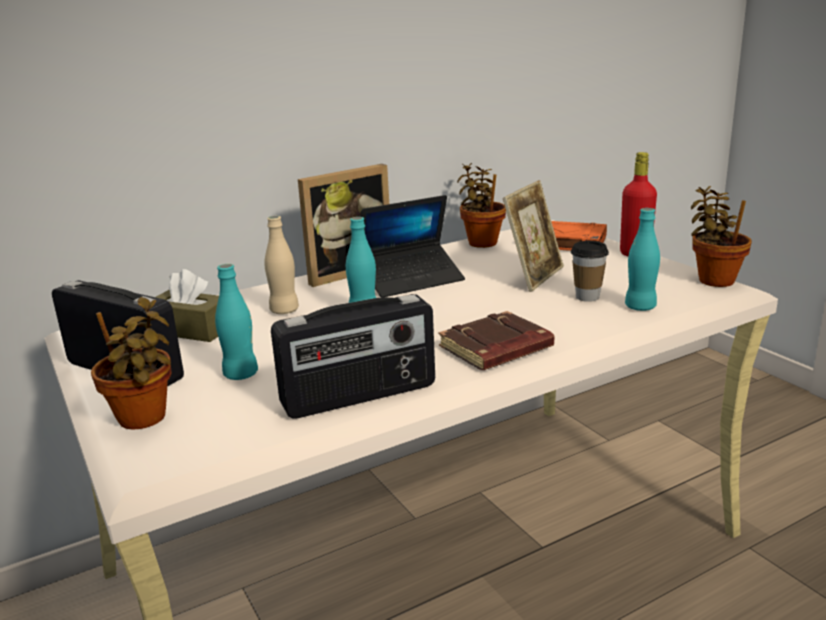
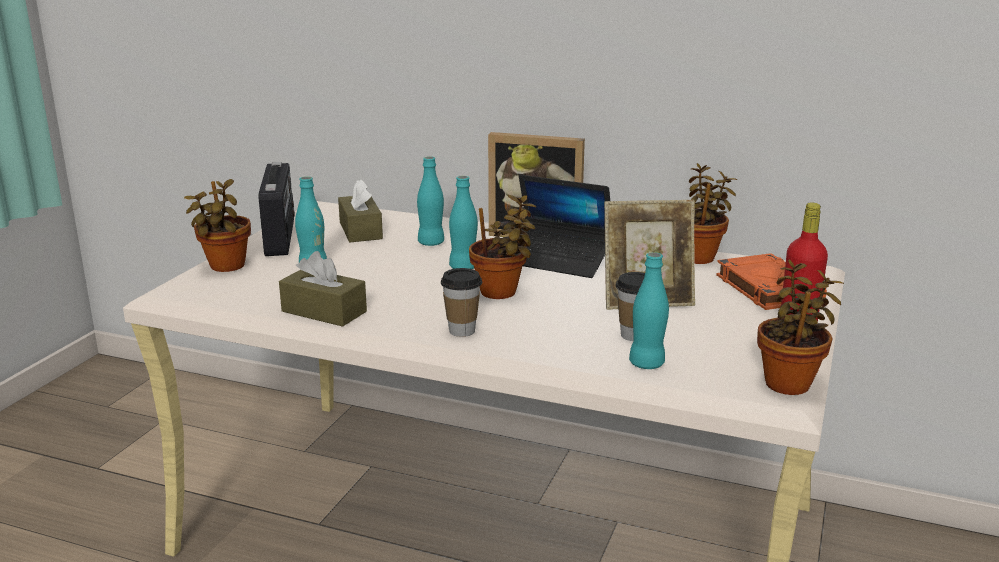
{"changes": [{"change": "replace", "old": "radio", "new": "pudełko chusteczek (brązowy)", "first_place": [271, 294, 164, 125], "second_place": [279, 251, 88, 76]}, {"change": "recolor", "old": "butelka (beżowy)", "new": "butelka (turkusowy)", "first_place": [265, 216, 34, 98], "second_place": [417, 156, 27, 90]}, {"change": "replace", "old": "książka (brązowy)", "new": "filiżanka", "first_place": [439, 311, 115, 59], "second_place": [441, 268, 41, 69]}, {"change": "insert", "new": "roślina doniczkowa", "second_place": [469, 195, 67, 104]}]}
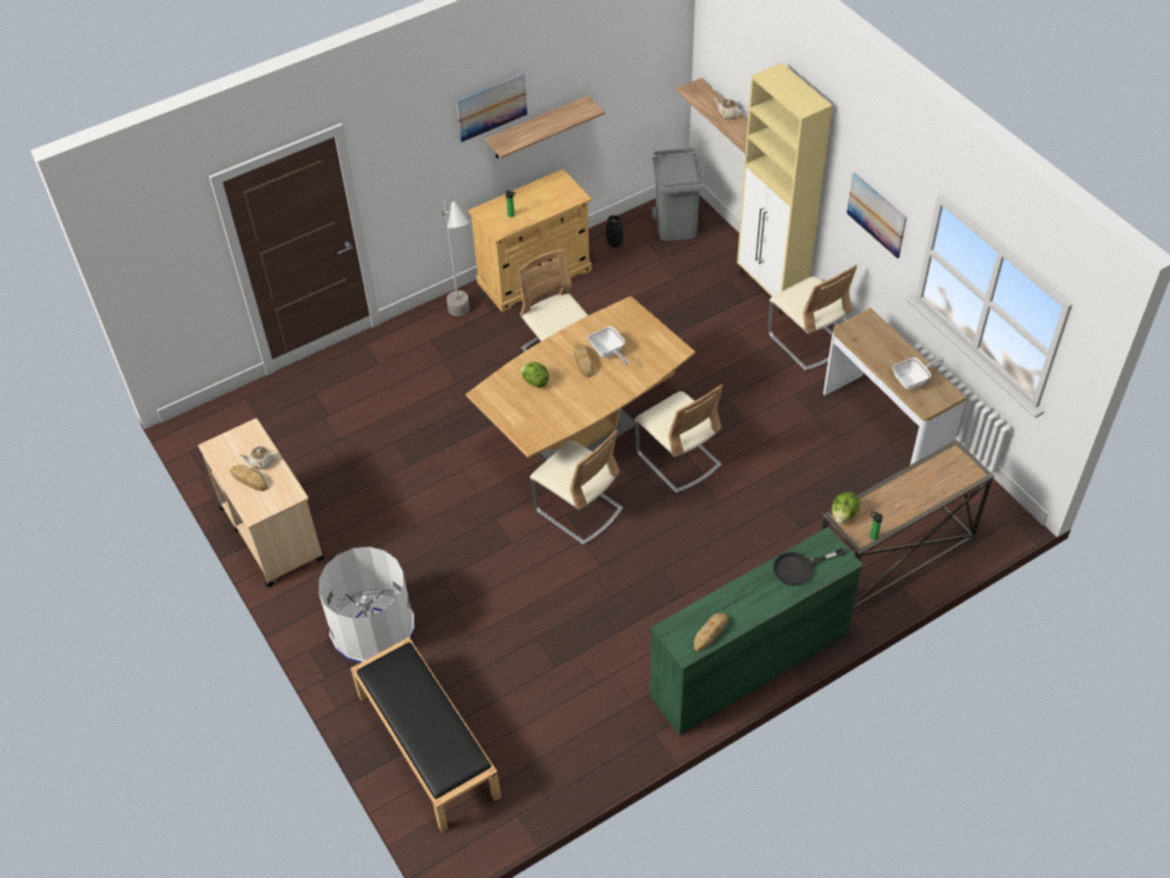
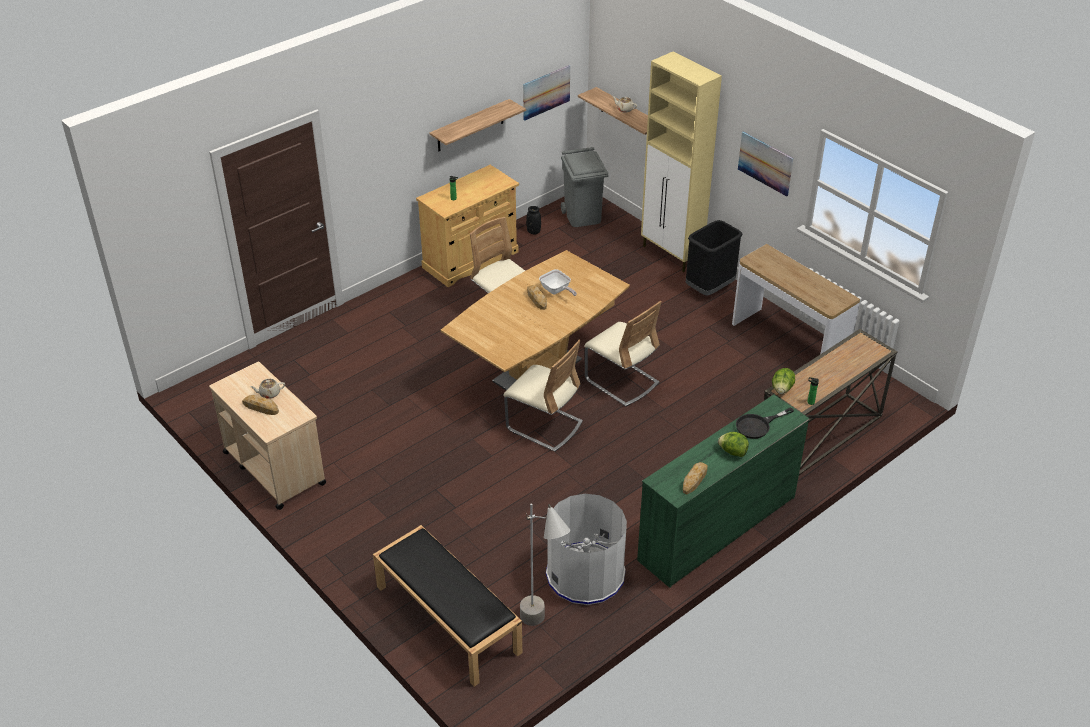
{"changes": [{"change": "move", "old": "lampa stojąca (szary)", "first_place": [441, 198, 30, 118], "second_place": [520, 503, 50, 123]}, {"change": "move", "old": "obraz", "first_place": [456, 73, 71, 69], "second_place": [523, 65, 47, 56]}, {"change": "move", "old": "kosz na śmieci (biały)", "first_place": [319, 547, 96, 116], "second_place": [546, 494, 81, 111]}, {"change": "replace", "old": "krzesło (beżowy)", "new": "kosz na śmieci (czarny)", "first_place": [768, 265, 89, 106], "second_place": [686, 220, 57, 75]}, {"change": "move", "old": "sałata", "first_place": [520, 362, 29, 26], "second_place": [718, 432, 31, 25]}, {"change": "delete", "old": "patelnia", "first_place": [892, 357, 52, 33]}]}
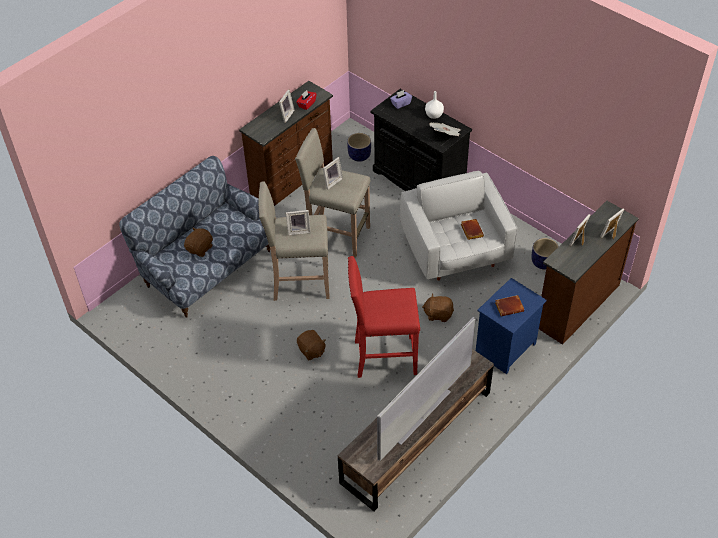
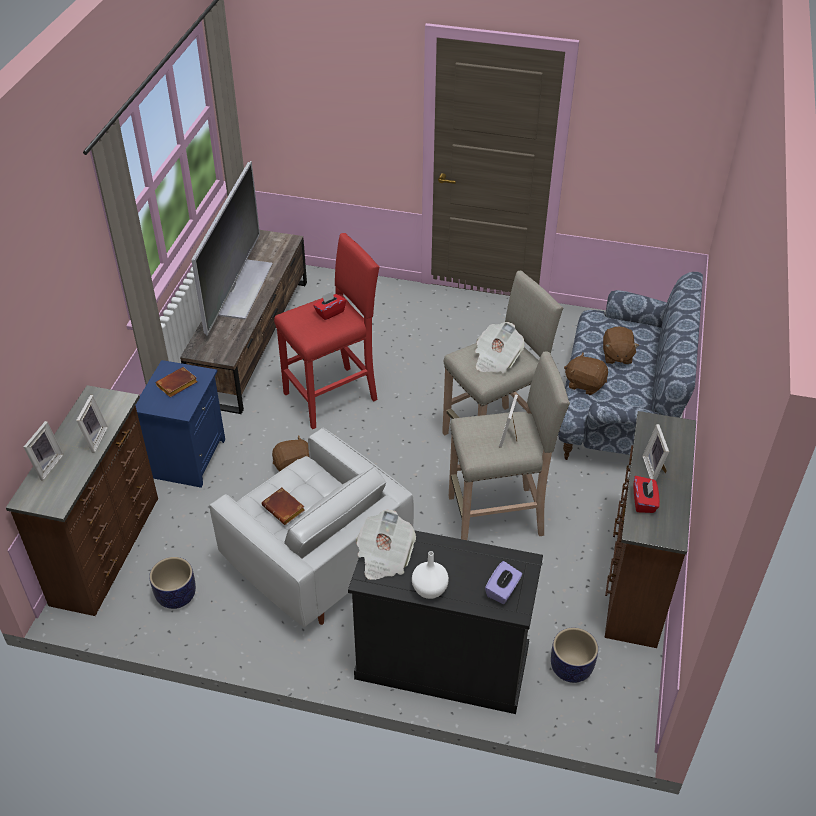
{"changes": [{"change": "insert", "new": "pudełko chusteczek (czerwony)", "second_place": [313, 291, 33, 29]}, {"change": "replace", "old": "ramka na zdjęcie", "new": "gazeta", "first_place": [286, 210, 25, 25], "second_place": [475, 322, 49, 51]}, {"change": "move", "old": "pluszak (brązowy)", "first_place": [297, 330, 29, 31], "second_place": [564, 352, 44, 43]}]}
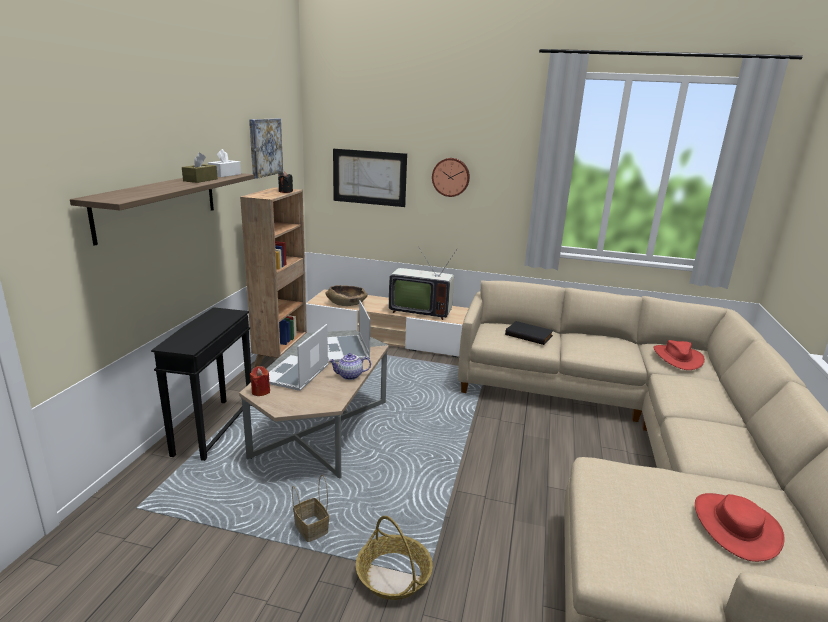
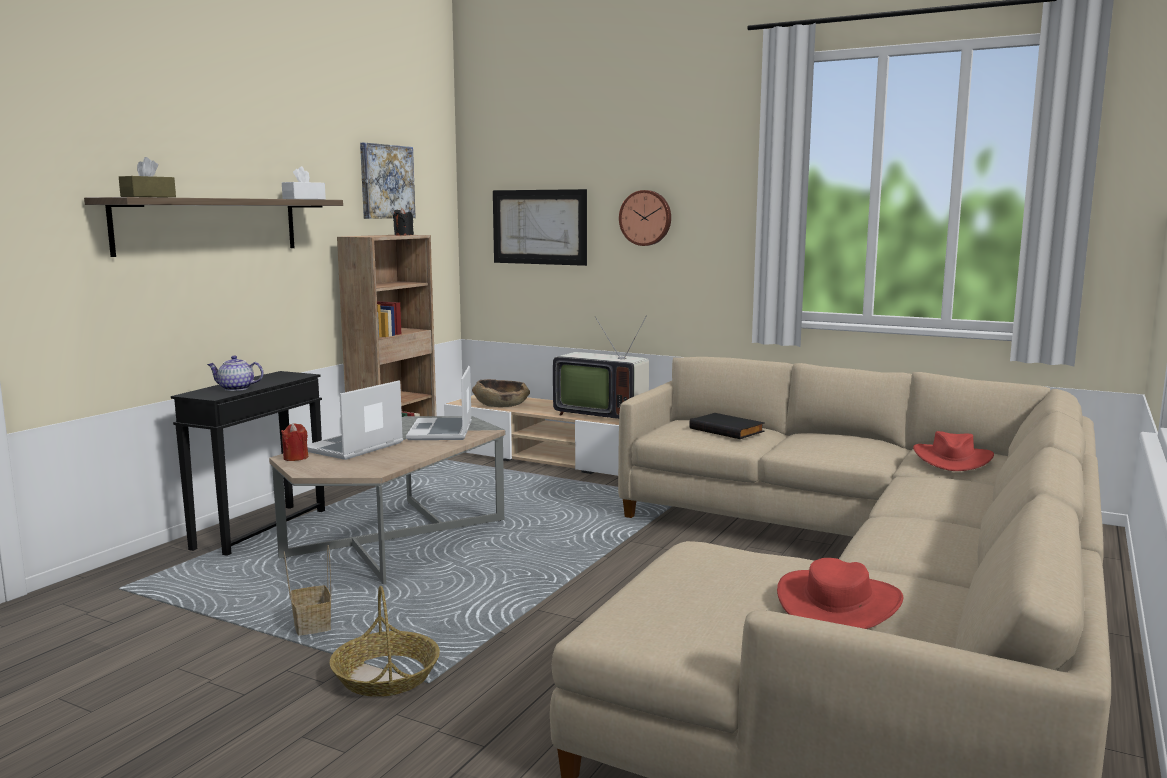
{"changes": [{"change": "move", "old": "pudełko chusteczek (brązowy)", "first_place": [182, 152, 36, 31], "second_place": [119, 157, 57, 40]}, {"change": "move", "old": "imbryk", "first_place": [329, 353, 42, 27], "second_place": [207, 356, 56, 35]}]}
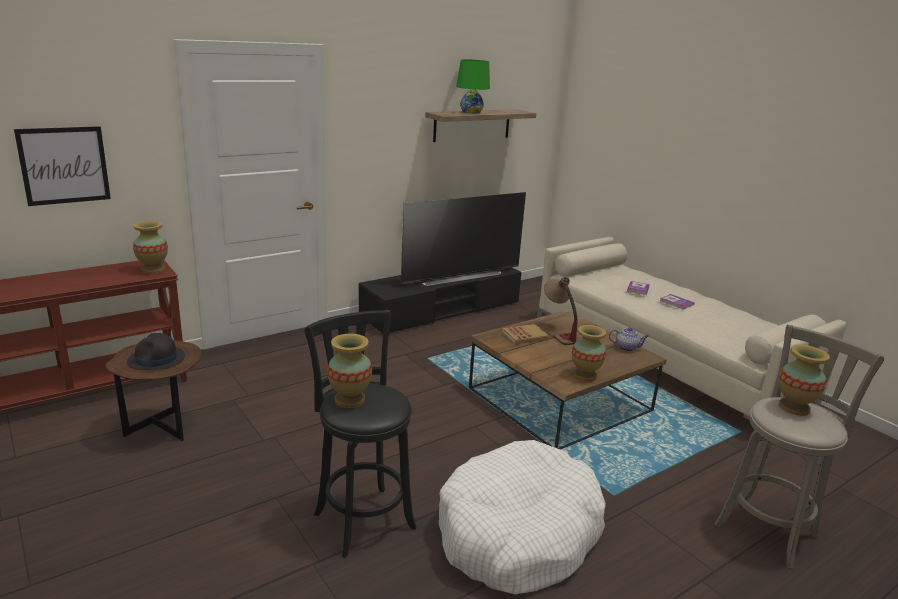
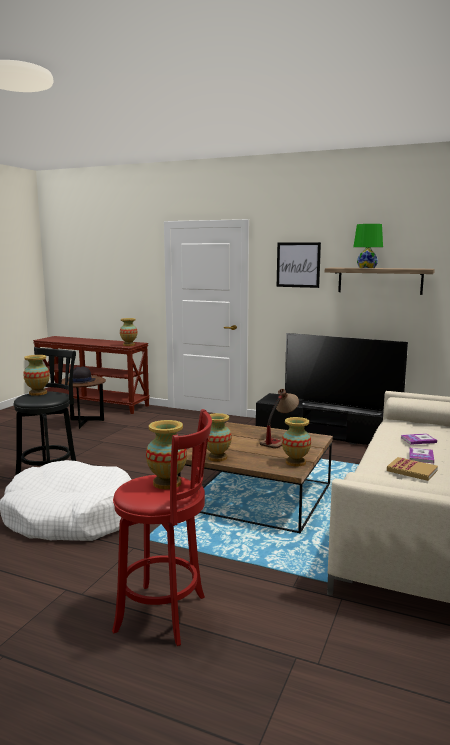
{"changes": [{"change": "recolor", "old": "stołek (szary)", "new": "stołek (czerwony)", "first_place": [714, 325, 170, 244], "second_place": [112, 409, 100, 237]}, {"change": "move", "old": "obraz", "first_place": [14, 126, 97, 80], "second_place": [277, 242, 44, 46]}, {"change": "replace", "old": "imbryk", "new": "wazon", "first_place": [609, 327, 40, 24], "second_place": [282, 417, 29, 50]}, {"change": "move", "old": "książka", "first_place": [502, 324, 47, 21], "second_place": [387, 457, 51, 24]}]}
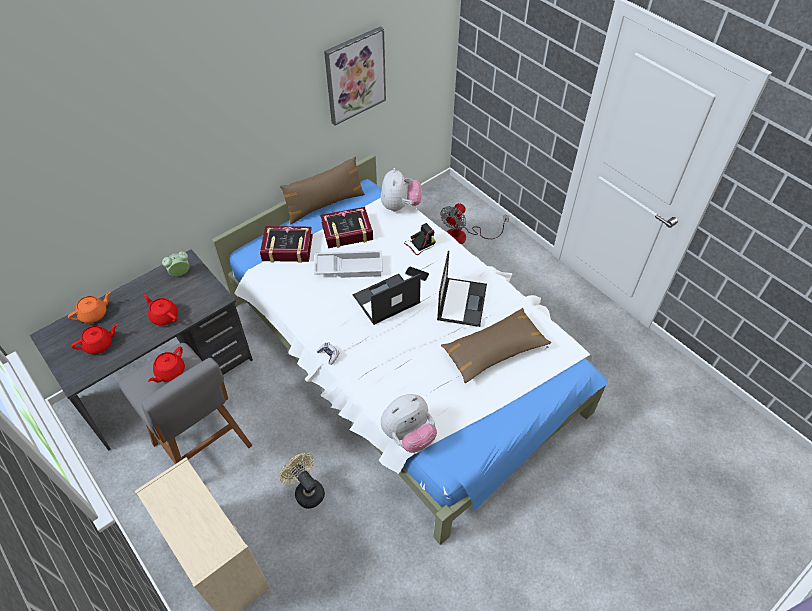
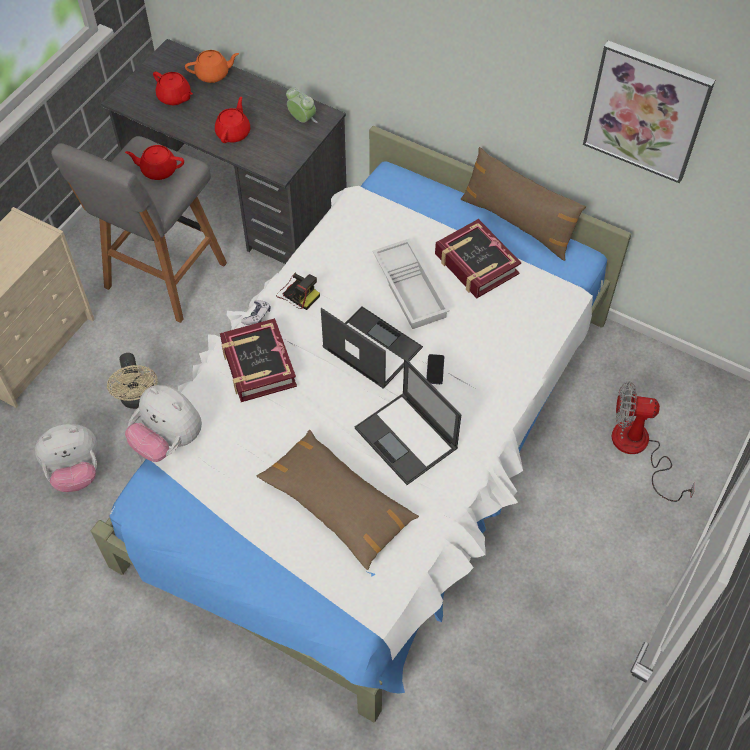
{"changes": [{"change": "move", "old": "pluszak", "first_place": [381, 168, 41, 44], "second_place": [35, 424, 63, 68]}, {"change": "rotate", "old": "wentylator (beżowy)", "first_place": [280, 453, 45, 56], "second_place": [107, 353, 51, 56], "degrees": 135}, {"change": "rotate", "old": "imbryk (pomarańczowy)", "first_place": [68, 292, 43, 31], "second_place": [185, 50, 54, 33], "degrees": -45}, {"change": "move", "old": "książka", "first_place": [260, 226, 53, 37], "second_place": [220, 318, 77, 84]}, {"change": "move", "old": "aparat fotograficzny", "first_place": [404, 223, 32, 32], "second_place": [276, 272, 44, 38]}, {"change": "rotate", "old": "laptop", "first_place": [437, 251, 50, 76], "second_place": [355, 358, 106, 127], "degrees": 60}]}
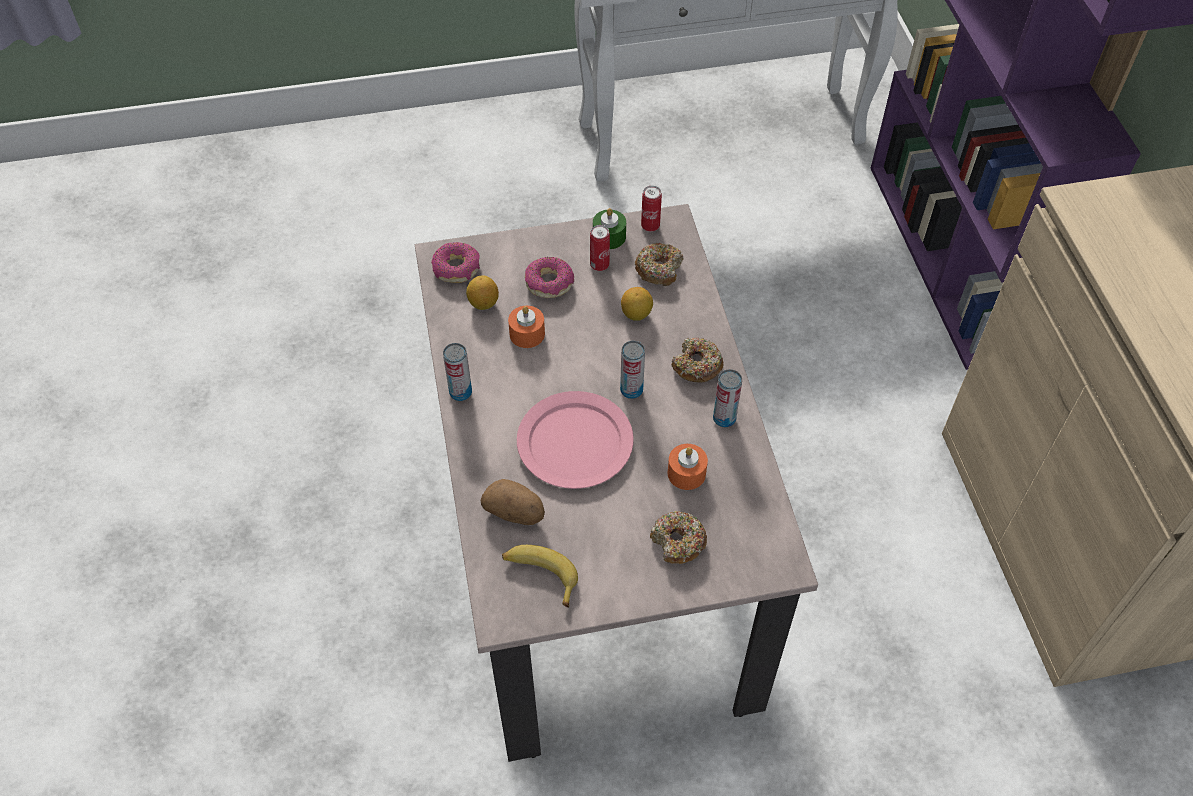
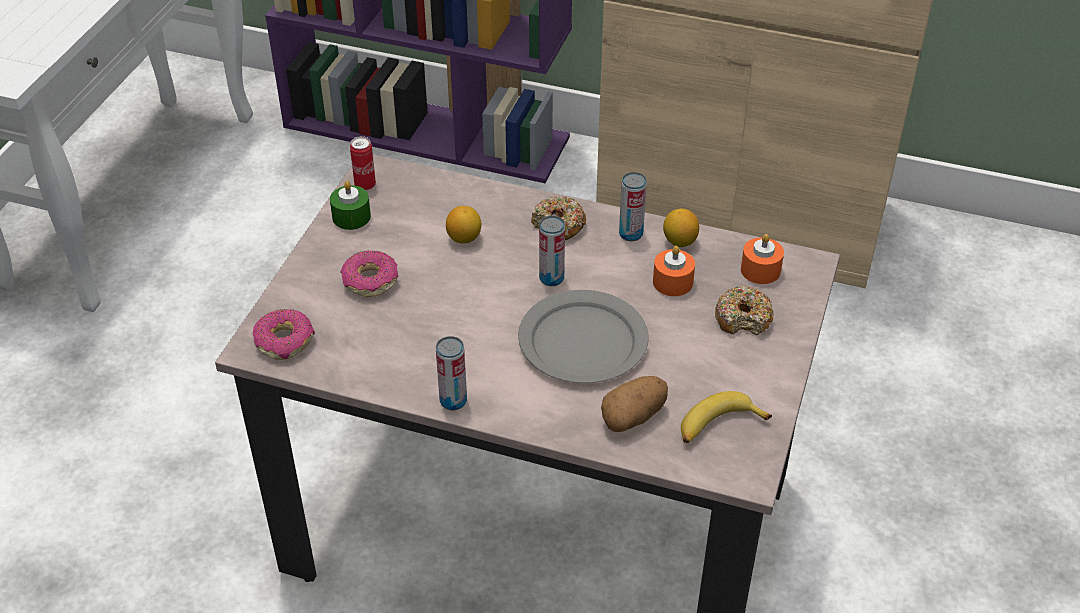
{"changes": [{"change": "recolor", "old": "talerz (różowy)", "new": "talerz (szary)", "first_place": [517, 391, 117, 98], "second_place": [518, 290, 131, 93]}, {"change": "move", "old": "cytryna", "first_place": [466, 275, 33, 35], "second_place": [663, 209, 36, 38]}, {"change": "move", "old": "świeca (pomarańczowy)", "first_place": [508, 306, 37, 42], "second_place": [741, 234, 43, 50]}, {"change": "delete", "old": "puszka", "first_place": [590, 225, 20, 46]}, {"change": "delete", "old": "donut", "first_place": [635, 243, 48, 43]}]}
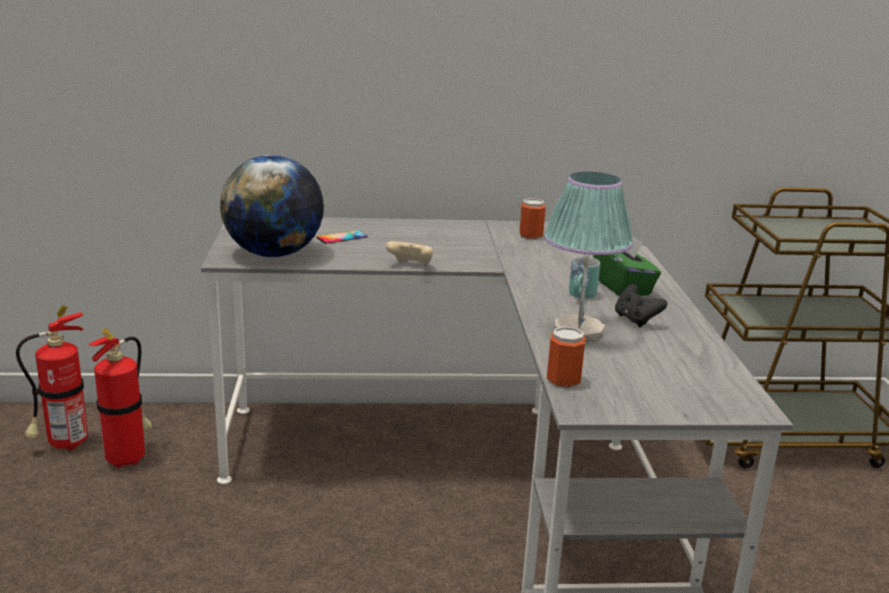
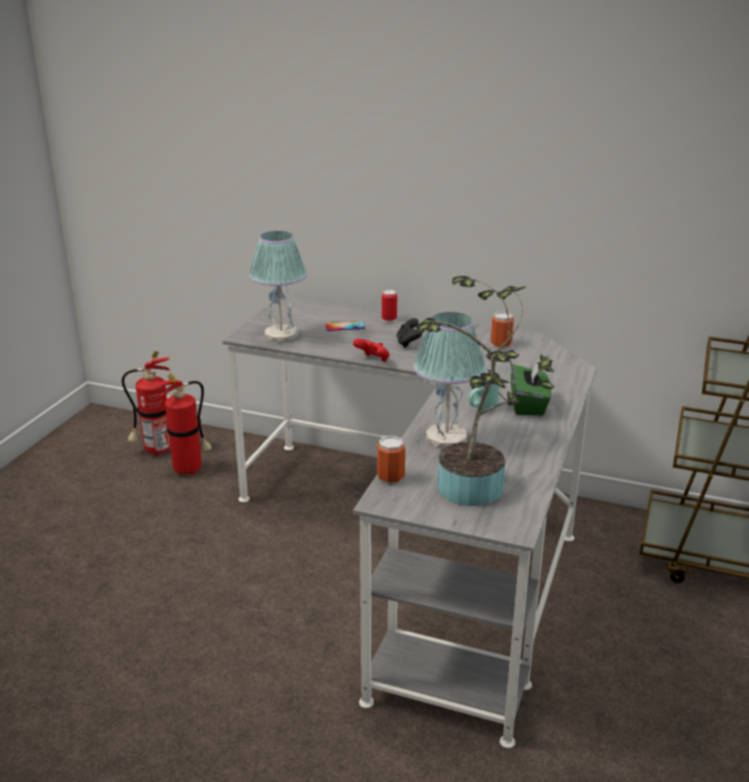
{"changes": [{"change": "replace", "old": "globus", "new": "lampa stołowa", "first_place": [220, 155, 104, 102], "second_place": [249, 231, 58, 112]}, {"change": "recolor", "old": "pad do gier (beżowy)", "new": "pad do gier (czerwony)", "first_place": [386, 241, 47, 25], "second_place": [353, 339, 37, 23]}, {"change": "insert", "new": "puszka", "second_place": [382, 290, 15, 33]}, {"change": "move", "old": "pad do gier (czarny)", "first_place": [615, 284, 52, 43], "second_place": [397, 318, 25, 30]}, {"change": "insert", "new": "roślina doniczkowa", "second_place": [415, 276, 140, 230]}]}
